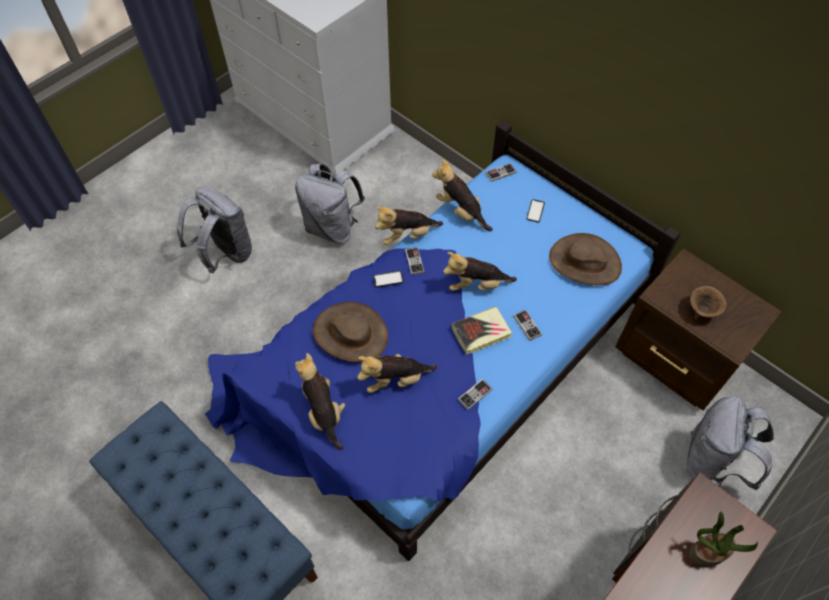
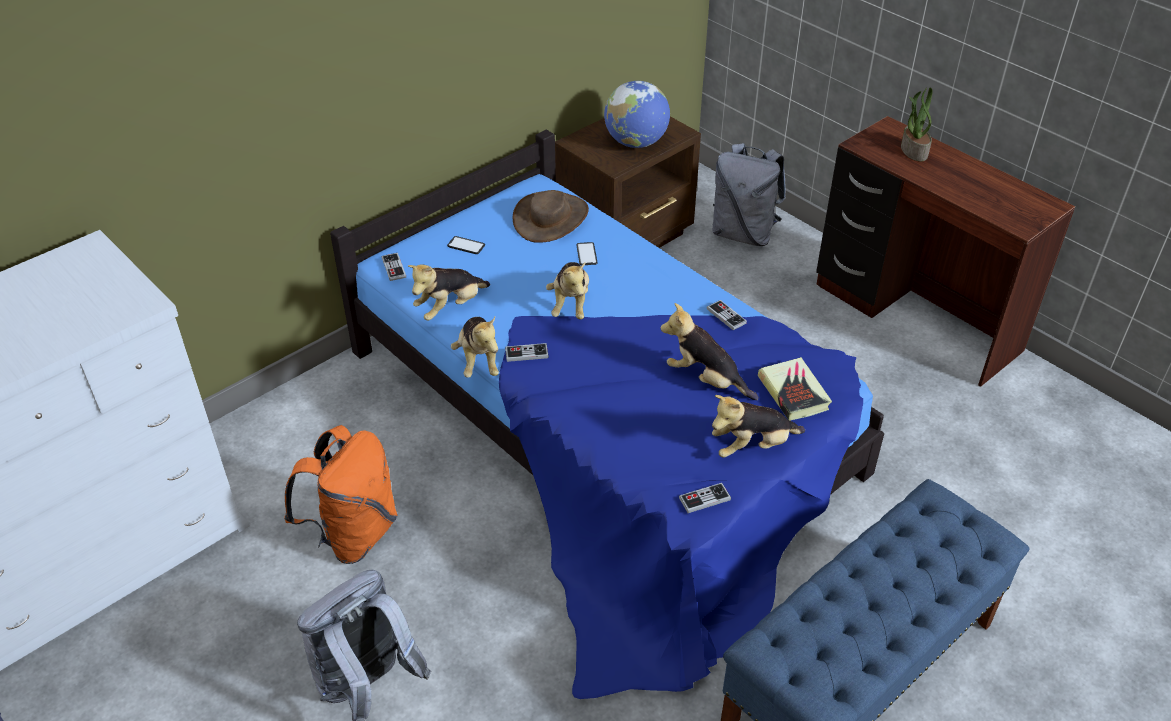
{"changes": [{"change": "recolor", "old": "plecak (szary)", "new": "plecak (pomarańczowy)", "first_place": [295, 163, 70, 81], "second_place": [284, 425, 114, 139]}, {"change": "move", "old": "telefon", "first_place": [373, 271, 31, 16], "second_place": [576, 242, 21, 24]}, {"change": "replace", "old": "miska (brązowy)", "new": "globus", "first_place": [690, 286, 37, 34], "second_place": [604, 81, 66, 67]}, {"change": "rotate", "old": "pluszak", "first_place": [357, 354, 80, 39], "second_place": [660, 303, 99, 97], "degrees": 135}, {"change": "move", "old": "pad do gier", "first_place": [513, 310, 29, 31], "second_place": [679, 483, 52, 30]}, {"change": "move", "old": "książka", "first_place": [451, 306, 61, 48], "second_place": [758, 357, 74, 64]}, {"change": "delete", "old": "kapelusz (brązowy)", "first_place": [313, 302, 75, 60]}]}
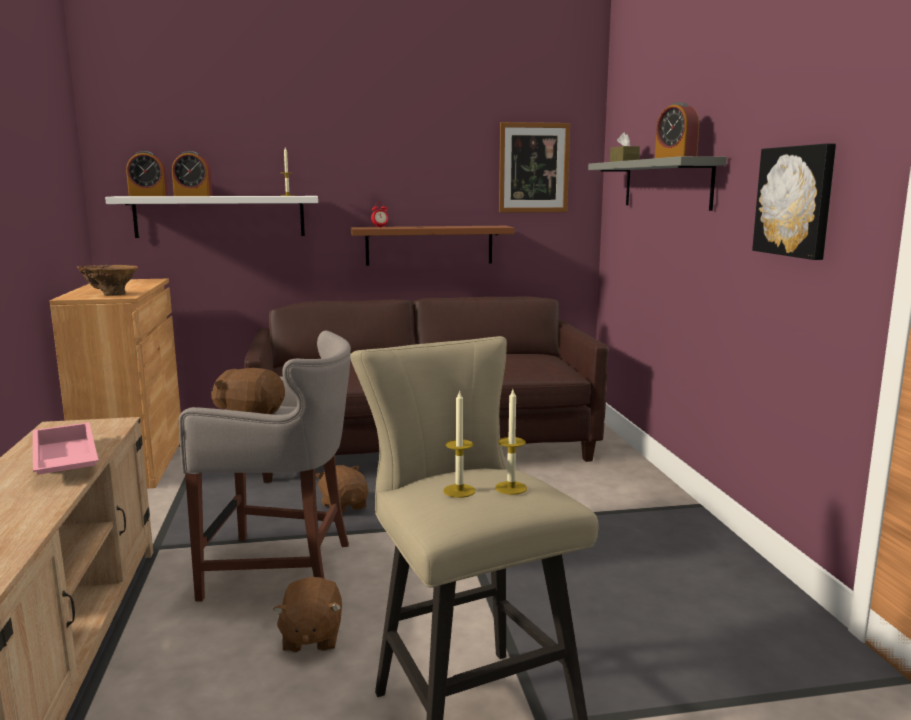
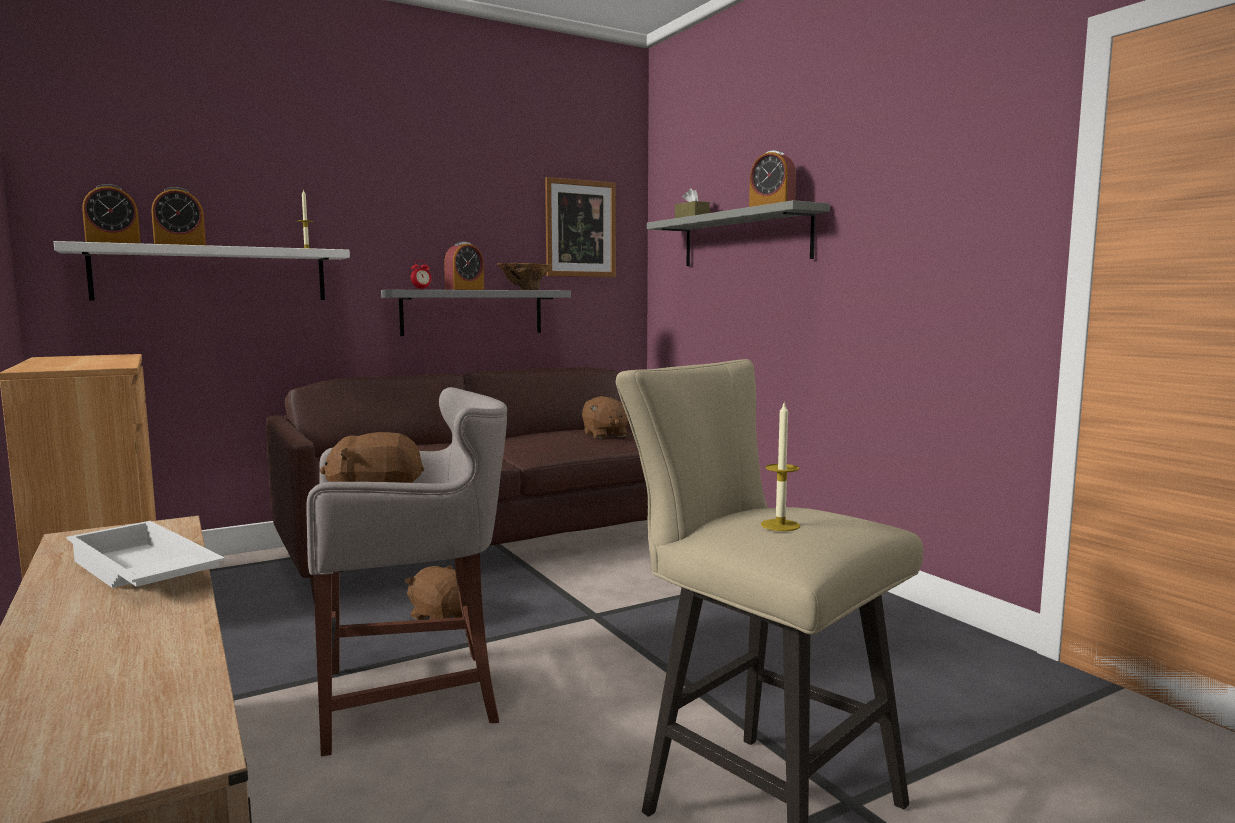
{"changes": [{"change": "recolor", "old": "taca (różowy)", "new": "taca (biały)", "first_place": [33, 422, 66, 53], "second_place": [66, 521, 159, 67]}, {"change": "recolor", "old": "półka (brązowy)", "new": "półka (szary)", "first_place": [350, 226, 164, 40], "second_place": [381, 290, 190, 46]}, {"change": "insert", "new": "budzik", "second_place": [444, 242, 40, 48]}, {"change": "move", "old": "wazon (brązowy)", "first_place": [77, 265, 61, 31], "second_place": [497, 263, 55, 27]}, {"change": "move", "old": "pluszak (brązowy)", "first_place": [273, 577, 69, 76], "second_place": [582, 396, 46, 43]}, {"change": "delete", "old": "świeca", "first_place": [495, 389, 32, 106]}, {"change": "delete", "old": "obraz", "first_place": [752, 143, 84, 117]}]}
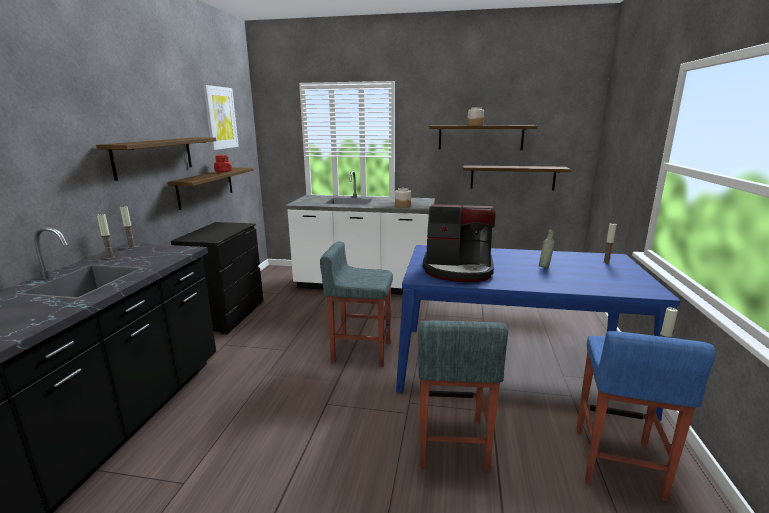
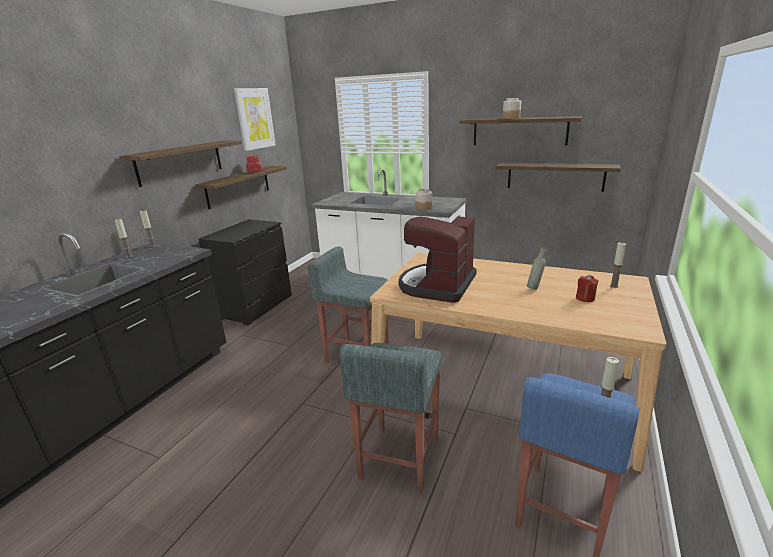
{"changes": [{"change": "recolor", "old": "stół jadalny (niebieski)", "new": "stół jadalny (beżowy)", "first_place": [396, 245, 285, 175], "second_place": [370, 253, 296, 219]}, {"change": "rotate", "old": "ekspres do kawy", "first_place": [423, 204, 72, 78], "second_place": [398, 216, 79, 87], "degrees": 90}, {"change": "insert", "new": "świeca (czerwony)", "second_place": [576, 275, 23, 27]}]}
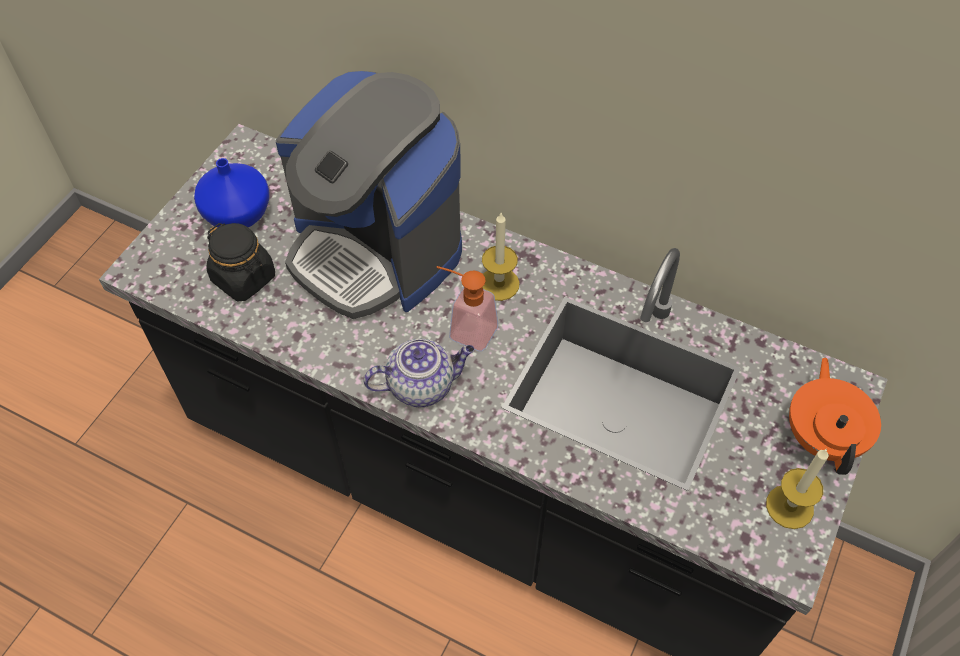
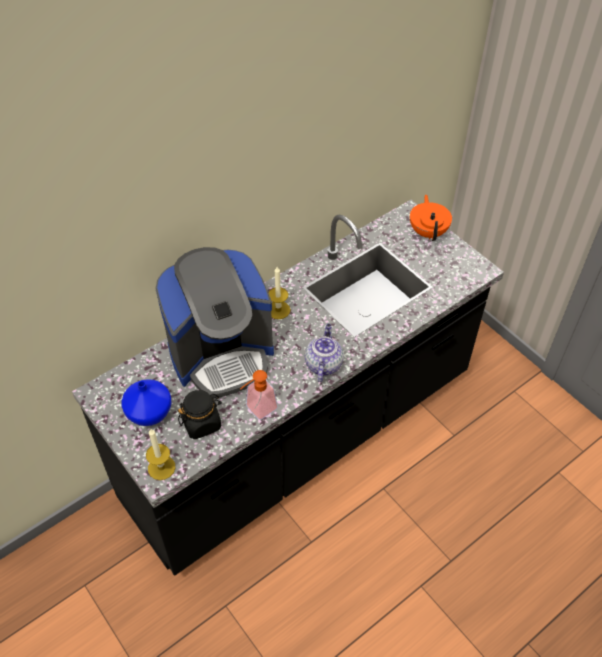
{"changes": [{"change": "move", "old": "świeca", "first_place": [766, 448, 62, 81], "second_place": [146, 428, 29, 52]}, {"change": "move", "old": "dozownik mydła", "first_place": [437, 266, 61, 86], "second_place": [240, 370, 38, 50]}, {"change": "rotate", "old": "imbryk (pomarańczowy)", "first_place": [789, 357, 92, 118], "second_place": [410, 195, 42, 46], "degrees": 60}]}
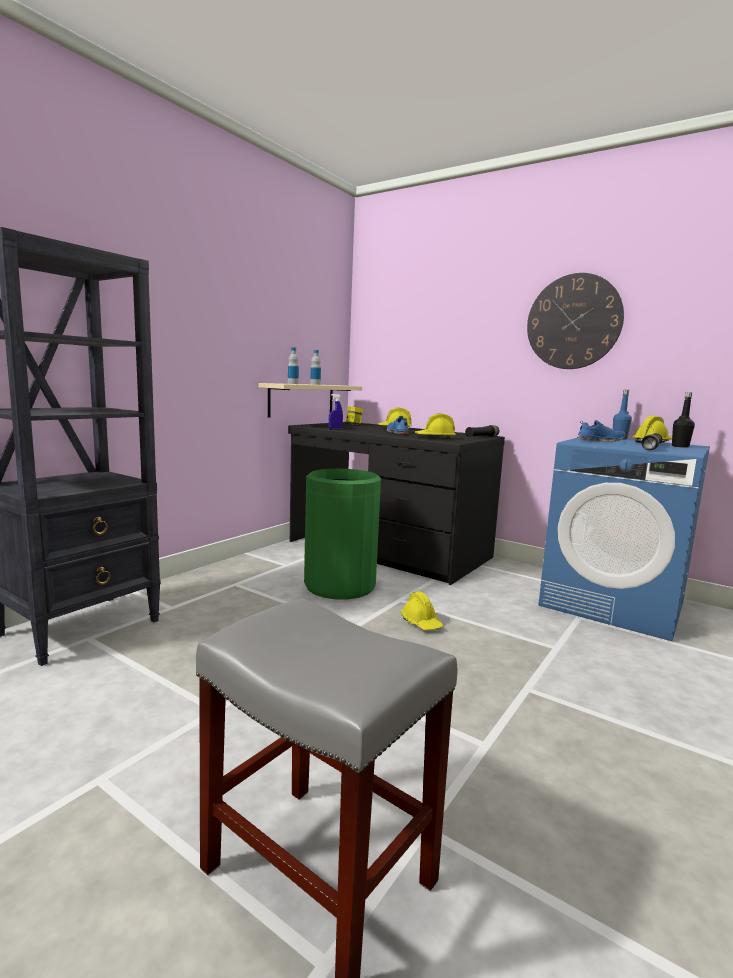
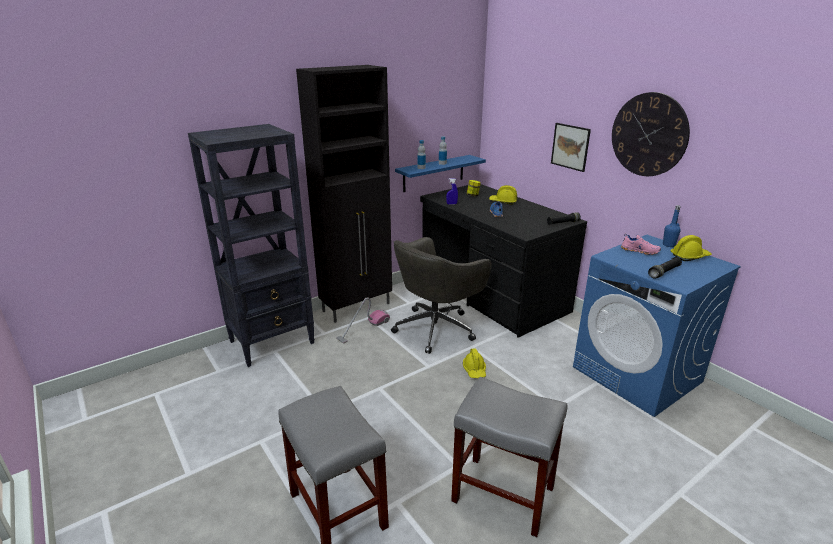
{"changes": [{"change": "insert", "new": "szafka (czarny)", "second_place": [296, 65, 96, 258]}, {"change": "insert", "new": "odkurzacz", "second_place": [336, 297, 54, 46]}, {"change": "replace", "old": "kosz na śmieci (zielony)", "new": "krzesło biurowe (szary)", "first_place": [304, 469, 77, 130], "second_place": [391, 237, 101, 117]}, {"change": "recolor", "old": "półka (beżowy)", "new": "półka (niebieski)", "first_place": [259, 383, 103, 35], "second_place": [395, 155, 91, 37]}, {"change": "insert", "new": "stołek (szary)", "second_place": [451, 377, 116, 161]}, {"change": "insert", "new": "obraz", "second_place": [551, 123, 40, 49]}, {"change": "recolor", "old": "but (niebieski)", "new": "but (różowy)", "first_place": [578, 420, 47, 22], "second_place": [621, 234, 40, 21]}, {"change": "delete", "old": "kask (żółty)", "first_place": [415, 414, 41, 25]}, {"change": "delete", "old": "butelka (czarny)", "first_place": [672, 392, 23, 56]}]}
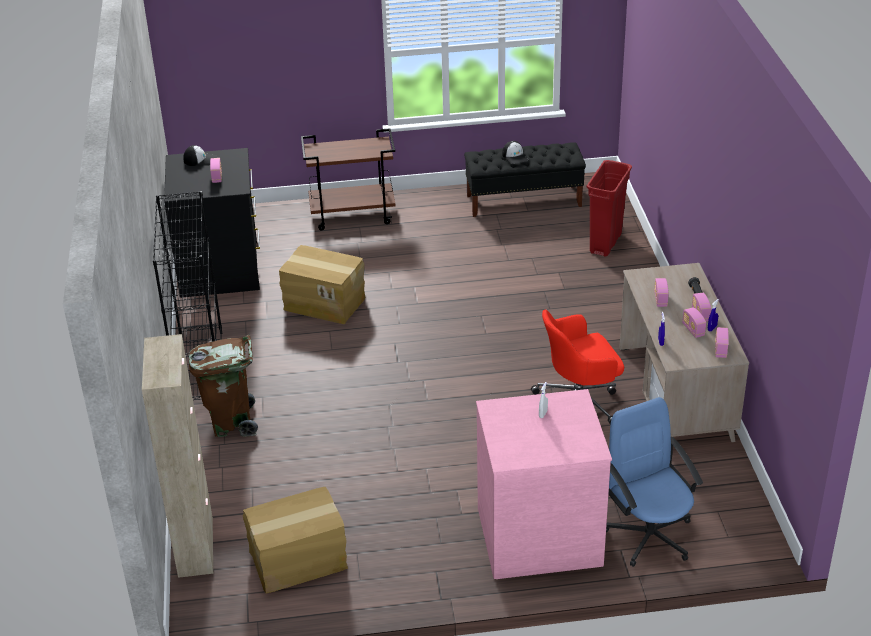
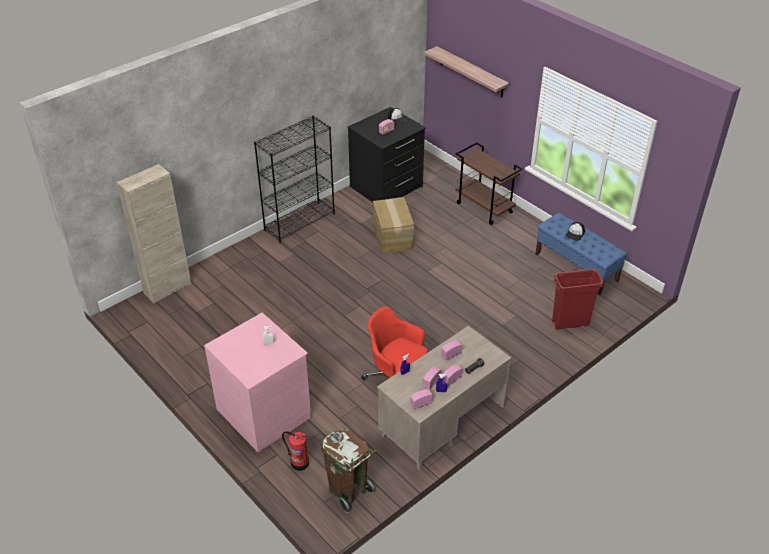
{"changes": [{"change": "replace", "old": "krzesło biurowe (niebieski)", "new": "gaśnica", "first_place": [606, 397, 97, 170], "second_place": [282, 431, 27, 40]}, {"change": "move", "old": "kosz na śmieci (brązowy)", "first_place": [189, 335, 69, 102], "second_place": [321, 429, 56, 84]}, {"change": "insert", "new": "półka", "second_place": [424, 46, 85, 51]}, {"change": "recolor", "old": "ławka (czarny)", "new": "ławka (niebieski)", "first_place": [464, 142, 122, 75], "second_place": [535, 213, 92, 82]}, {"change": "delete", "old": "karton", "first_place": [243, 487, 105, 106]}]}
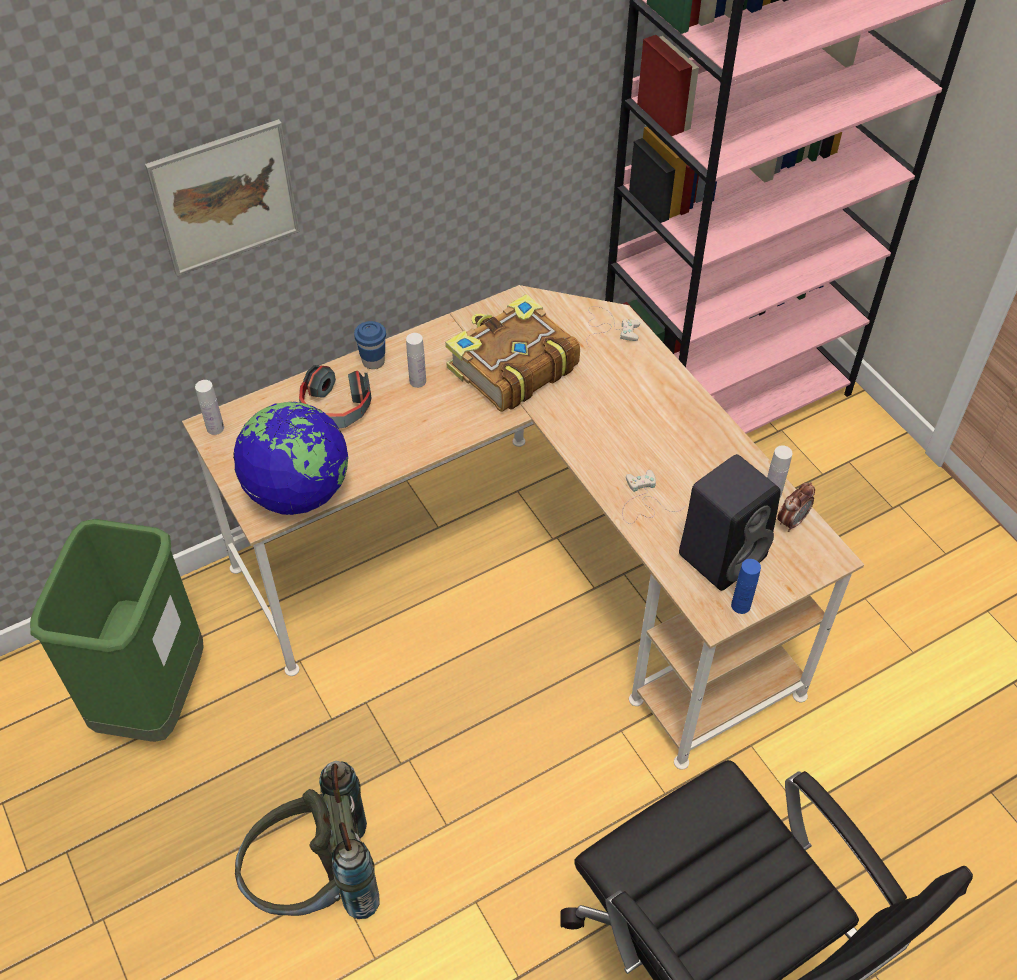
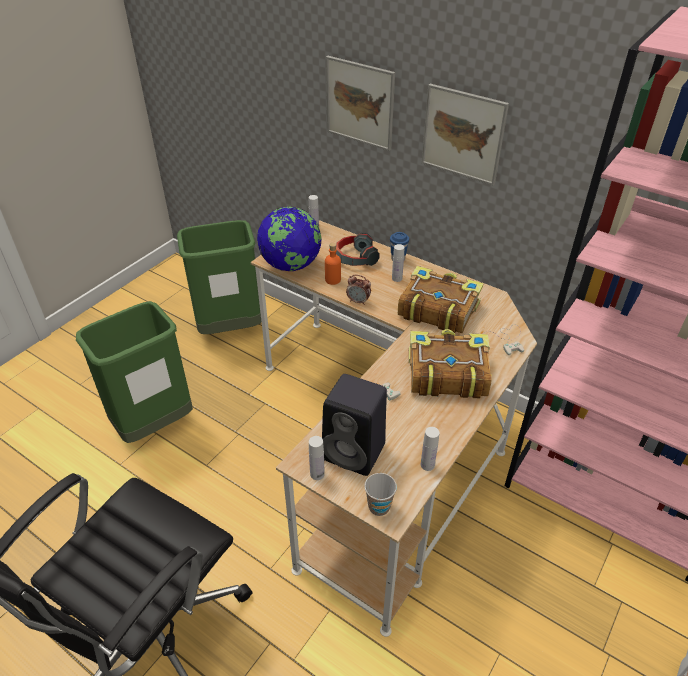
{"changes": [{"change": "replace", "old": "plecak (szary)", "new": "kosz na śmieci (zielony)", "first_place": [235, 761, 144, 158], "second_place": [76, 301, 117, 142]}, {"change": "recolor", "old": "butelka (niebieski)", "new": "butelka (biały)", "first_place": [731, 559, 30, 55], "second_place": [309, 436, 16, 44]}, {"change": "insert", "new": "butelka (pomarańczowy)", "second_place": [325, 243, 16, 42]}, {"change": "move", "old": "budzik", "first_place": [777, 482, 38, 50], "second_place": [346, 275, 25, 30]}, {"change": "insert", "new": "filiżanka", "second_place": [365, 473, 32, 43]}, {"change": "insert", "new": "książka", "second_place": [409, 329, 83, 69]}, {"change": "insert", "new": "obraz", "second_place": [421, 84, 88, 101]}]}
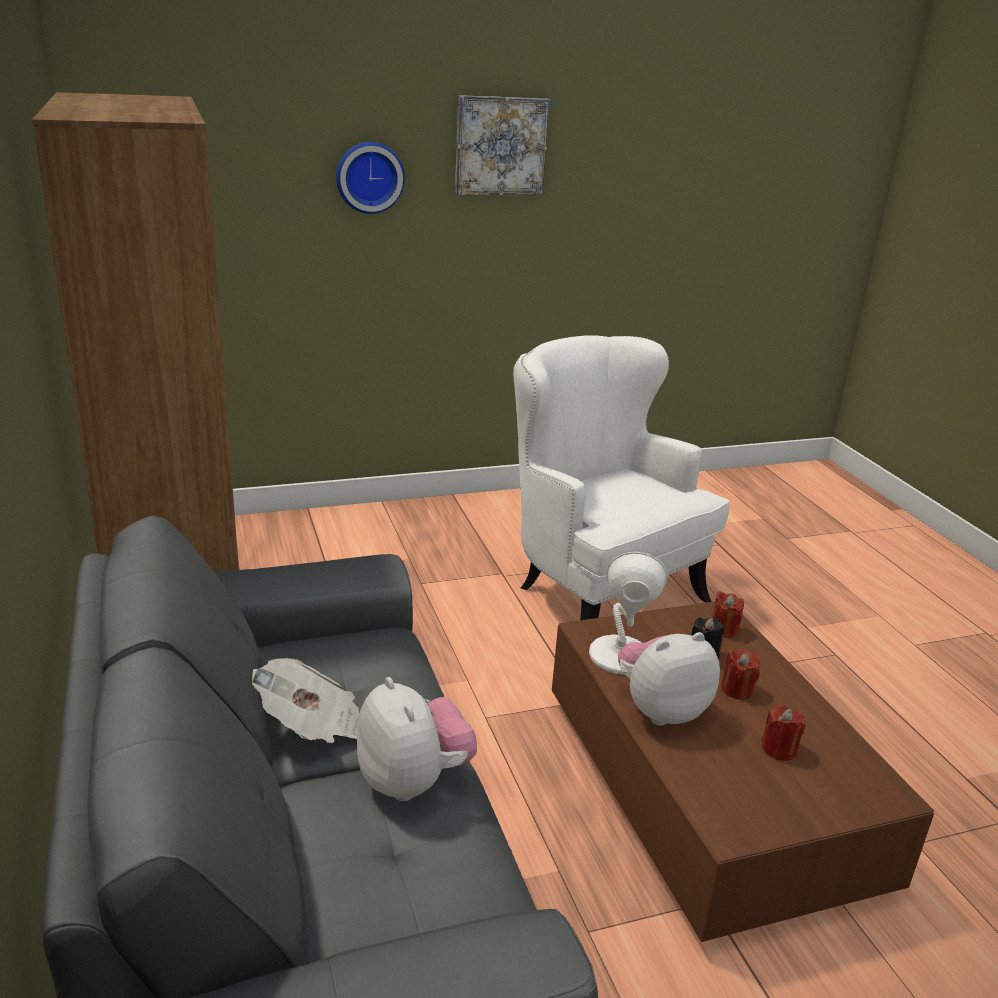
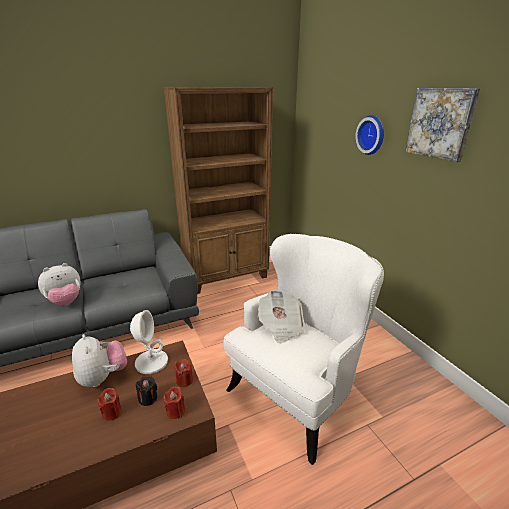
{"changes": [{"change": "move", "old": "świeca (czerwony)", "first_place": [761, 705, 45, 56], "second_place": [174, 359, 19, 28]}, {"change": "move", "old": "gazeta", "first_place": [252, 658, 107, 85], "second_place": [257, 290, 47, 54]}]}
